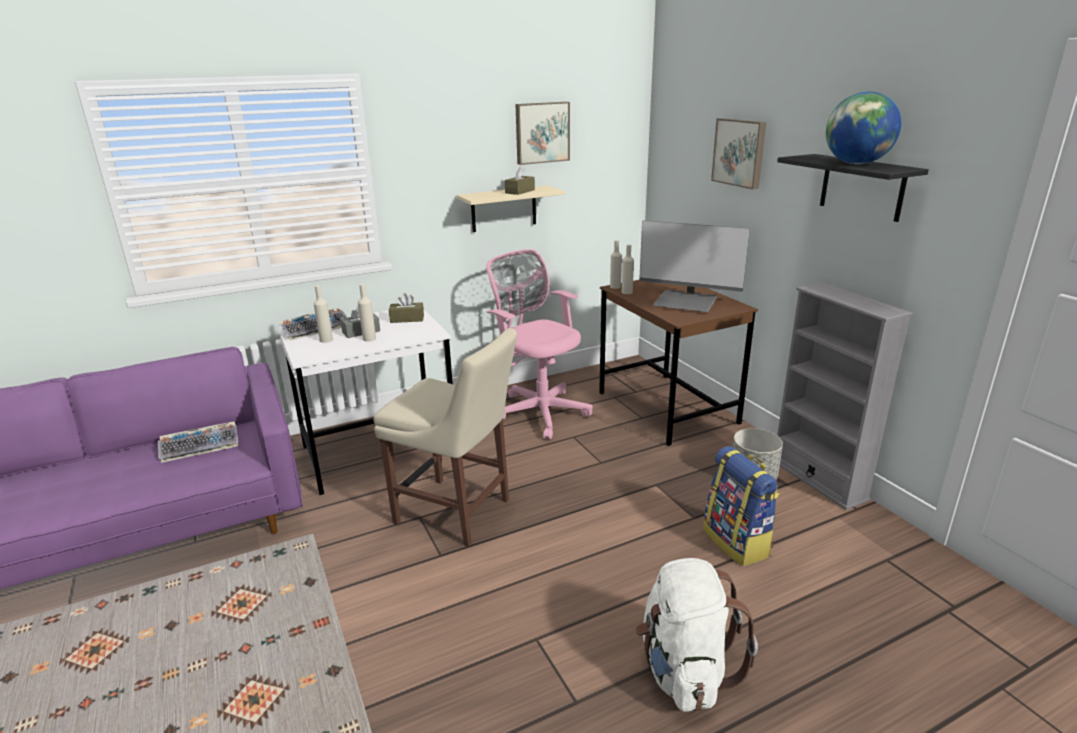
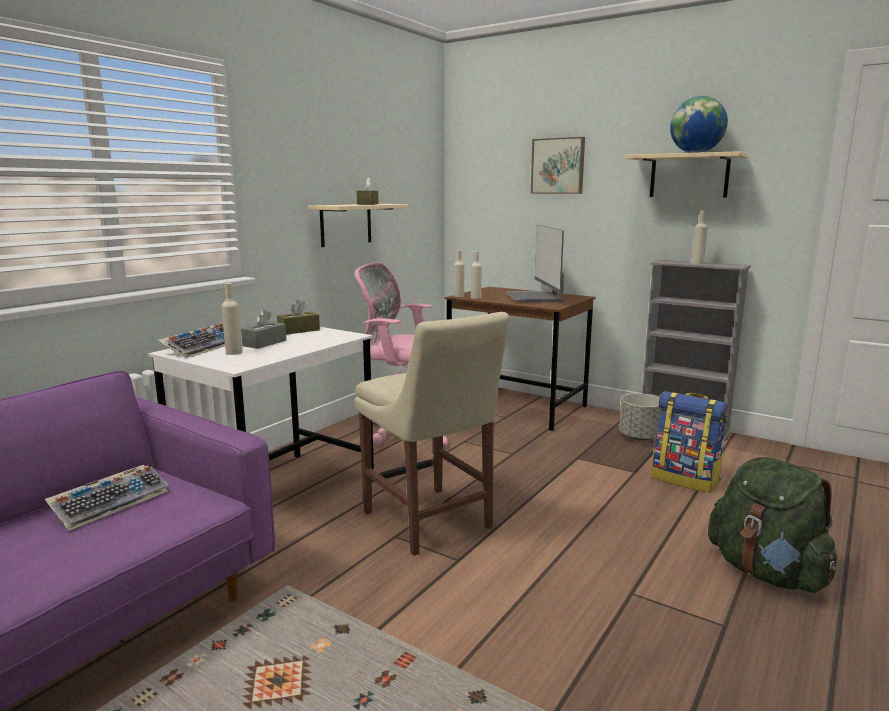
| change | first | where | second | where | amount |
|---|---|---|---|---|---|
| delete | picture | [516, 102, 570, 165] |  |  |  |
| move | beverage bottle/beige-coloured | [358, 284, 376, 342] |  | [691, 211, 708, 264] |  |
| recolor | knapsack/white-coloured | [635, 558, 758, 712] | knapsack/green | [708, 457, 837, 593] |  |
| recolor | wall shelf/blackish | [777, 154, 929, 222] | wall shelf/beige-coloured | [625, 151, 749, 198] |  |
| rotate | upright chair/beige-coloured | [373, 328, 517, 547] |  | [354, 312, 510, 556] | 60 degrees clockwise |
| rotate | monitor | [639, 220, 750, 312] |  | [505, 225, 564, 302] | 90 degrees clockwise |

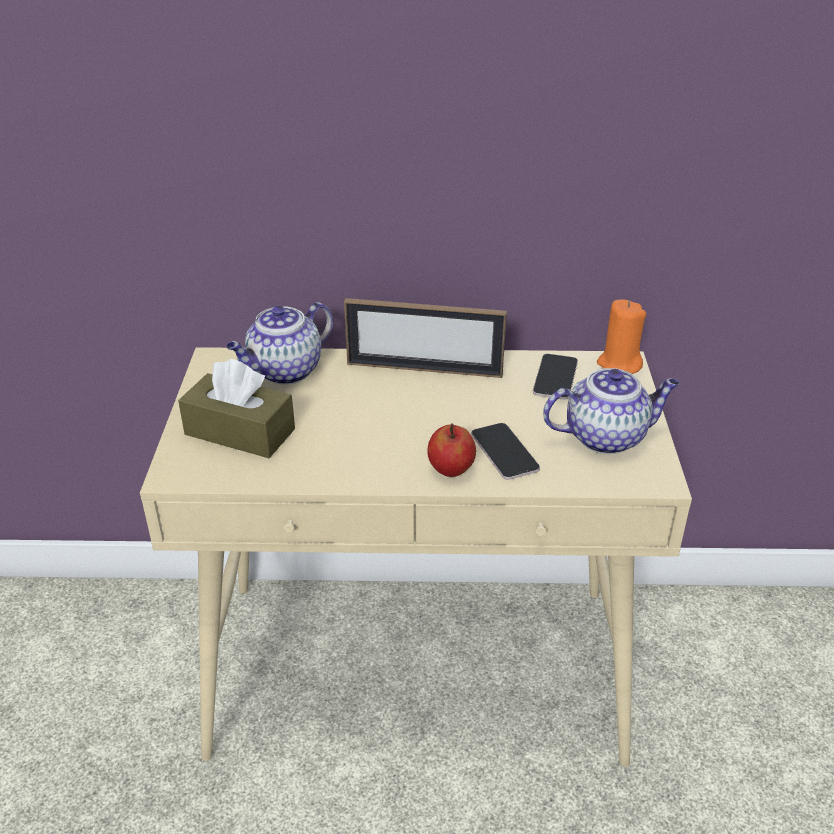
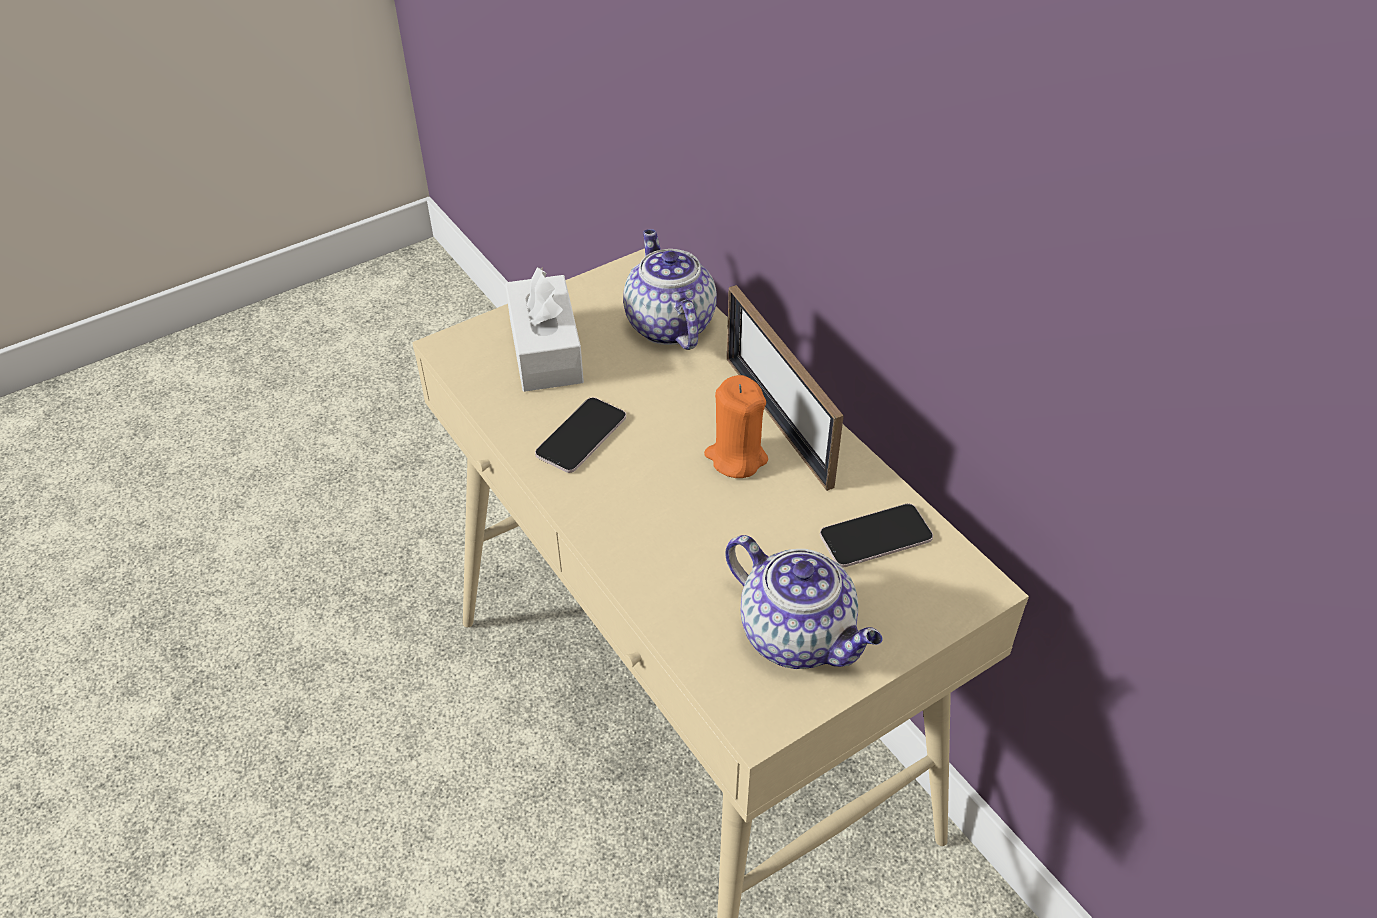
| change | first | where | second | where | amount |
|---|---|---|---|---|---|
| delete | apple | [427, 423, 476, 477] |  |  |  |
| move | handset | [471, 423, 540, 480] |  | [535, 397, 626, 473] |  |
| move | wax candle/orangey | [597, 300, 646, 374] |  | [704, 375, 768, 478] |  |
| recolor | tissue holder/brown | [178, 359, 295, 458] | tissue holder/white-coloured | [505, 267, 584, 392] |  |
| rotate | teapot | [226, 302, 333, 385] |  | [623, 229, 717, 350] | 60 degrees clockwise |

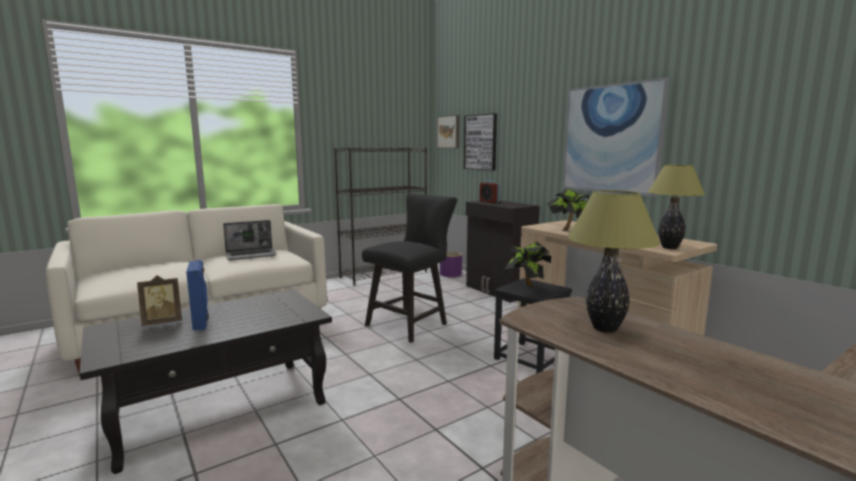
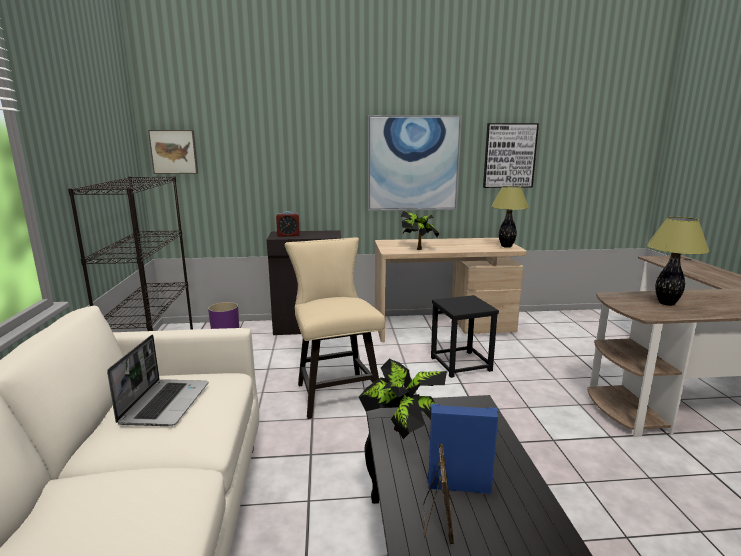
| change | first | where | second | where | amount |
|---|---|---|---|---|---|
| move | picture | [464, 113, 497, 171] |  | [483, 123, 539, 188] |  |
| move | potted plant | [504, 241, 551, 286] |  | [359, 359, 447, 439] |  |
| recolor | upright chair/blackish | [362, 193, 457, 343] | upright chair/beige-coloured | [285, 237, 385, 419] |  |

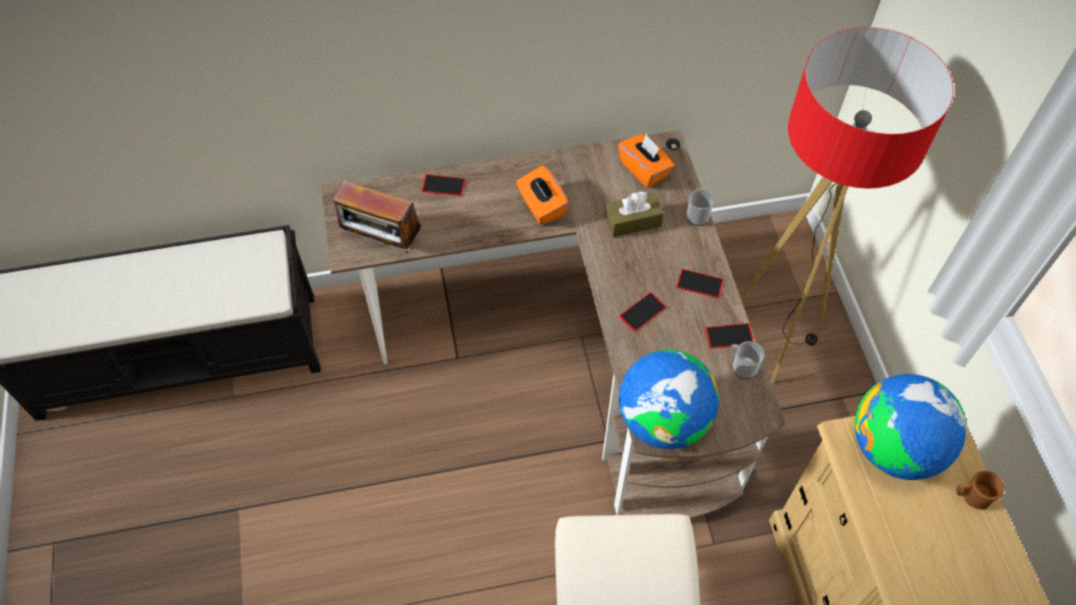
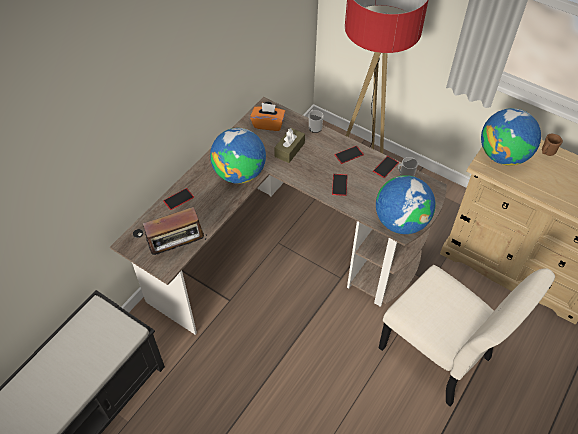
| change | first | where | second | where | amount |
|---|---|---|---|---|---|
| replace | tissue holder/orangey | [516, 165, 569, 225] | world globe | [210, 128, 266, 184] |  |

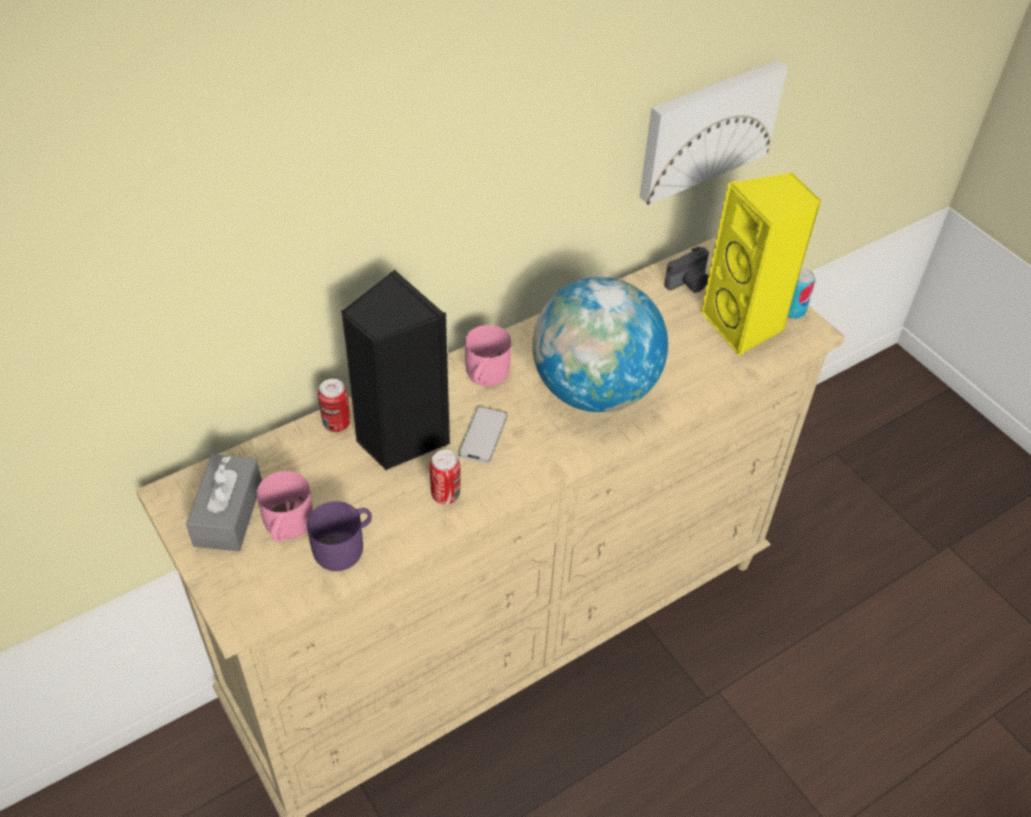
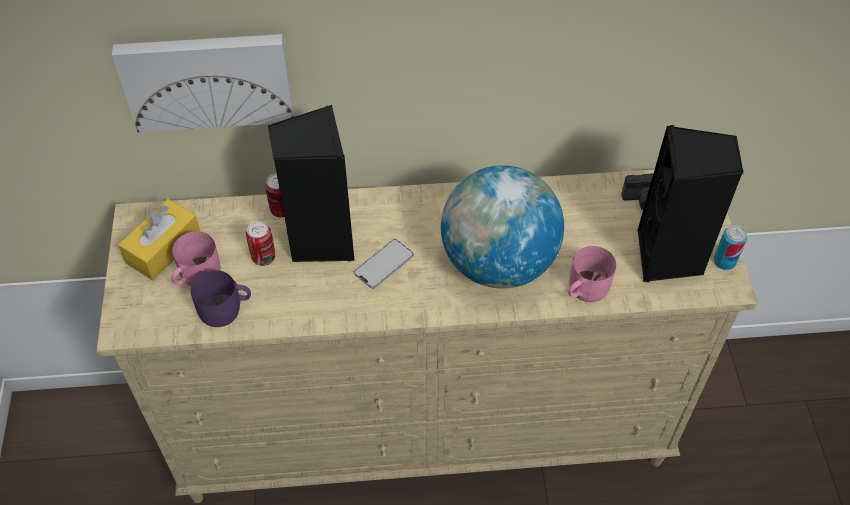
| change | first | where | second | where | amount |
|---|---|---|---|---|---|
| move | sealed can | [430, 450, 460, 505] |  | [246, 221, 275, 266] |  |
| move | coffee mug/pink-coloured | [465, 325, 511, 386] |  | [568, 246, 616, 302] |  |
| move | picture | [640, 60, 788, 205] |  | [112, 34, 294, 133] |  |
| recolor | tissue holder/greyish | [186, 454, 262, 551] | tissue holder/yellow-coloured | [118, 199, 201, 280] |  |
| recolor | speaker/yellow-coloured | [701, 172, 821, 355] | speaker/blackish | [637, 125, 744, 282] |  |

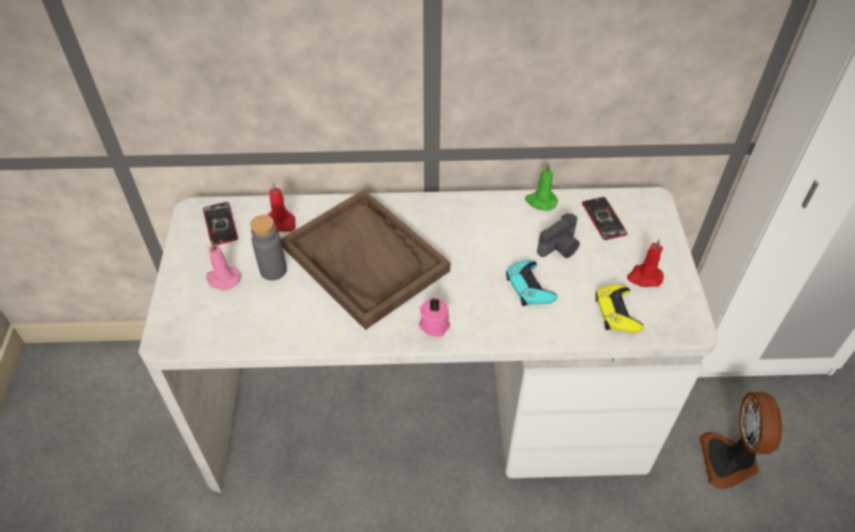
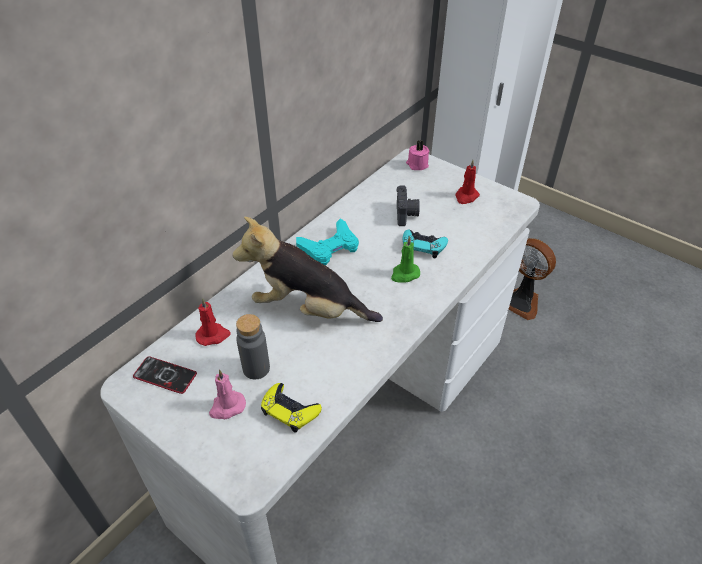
| change | first | where | second | where | amount |
|---|---|---|---|---|---|
| delete | handset | [582, 197, 628, 240] |  |  |  |
| insert |  |  | joypad/blue-green | [296, 219, 359, 265] |  |
| move | wax candle/pink-coloured | [419, 297, 450, 337] |  | [406, 140, 429, 170] |  |
| move | wax candle/green | [525, 162, 558, 211] |  | [391, 236, 420, 283] |  |
| move | joypad/yellow-coloured | [596, 285, 644, 333] |  | [261, 383, 322, 433] |  |
| replace | serving tray/brown | [281, 189, 450, 330] | cuddly toy | [233, 217, 383, 322] |  |

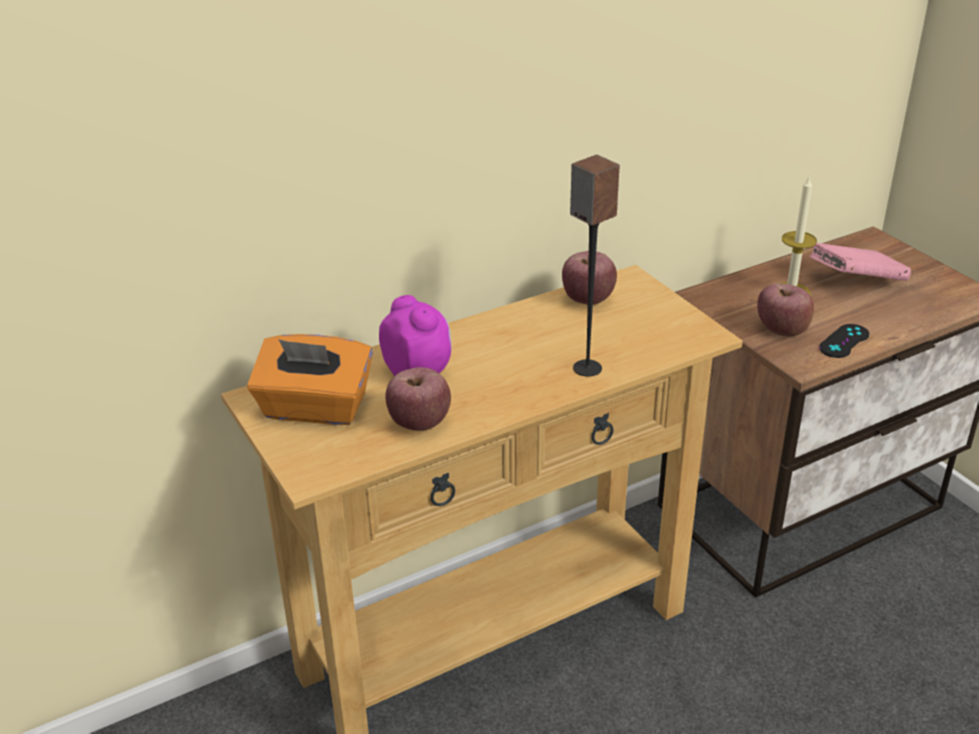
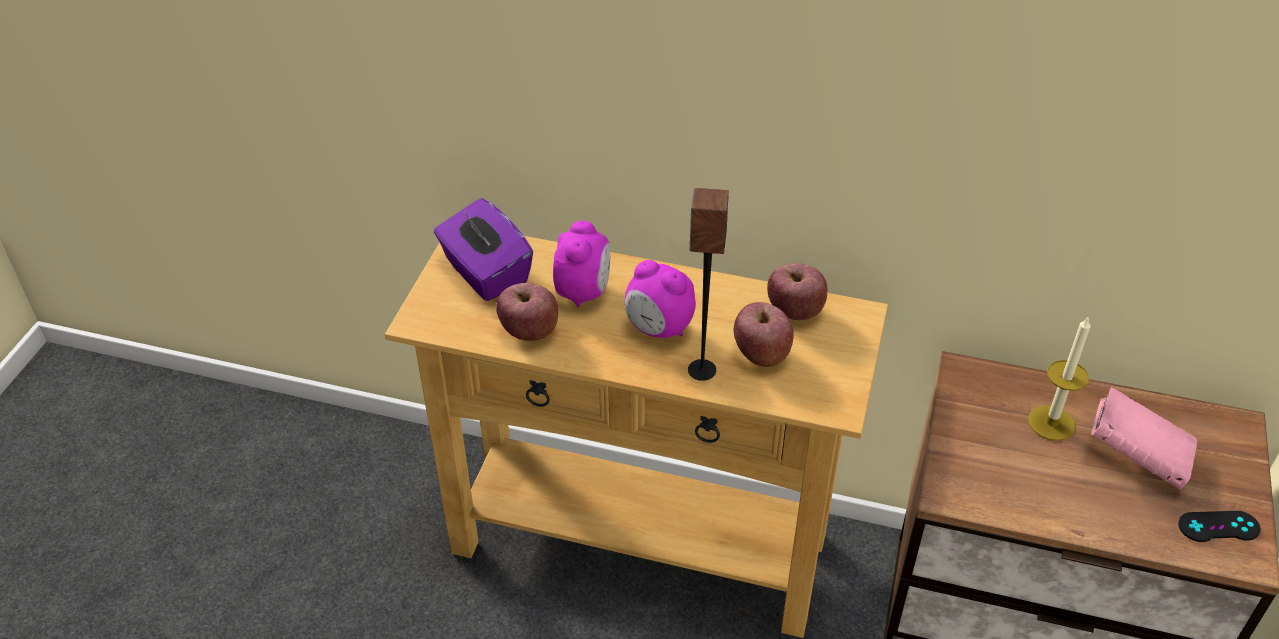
| change | first | where | second | where | amount |
|---|---|---|---|---|---|
| insert |  |  | alarm clock | [625, 260, 696, 338] |  |
| move | apple | [757, 284, 814, 337] |  | [734, 302, 794, 367] |  |
| move | joypad/blackish | [819, 324, 869, 358] |  | [1178, 511, 1261, 542] |  |
| recolor | tissue holder/orangey | [247, 334, 373, 425] | tissue holder/purple | [434, 198, 533, 301] |  |

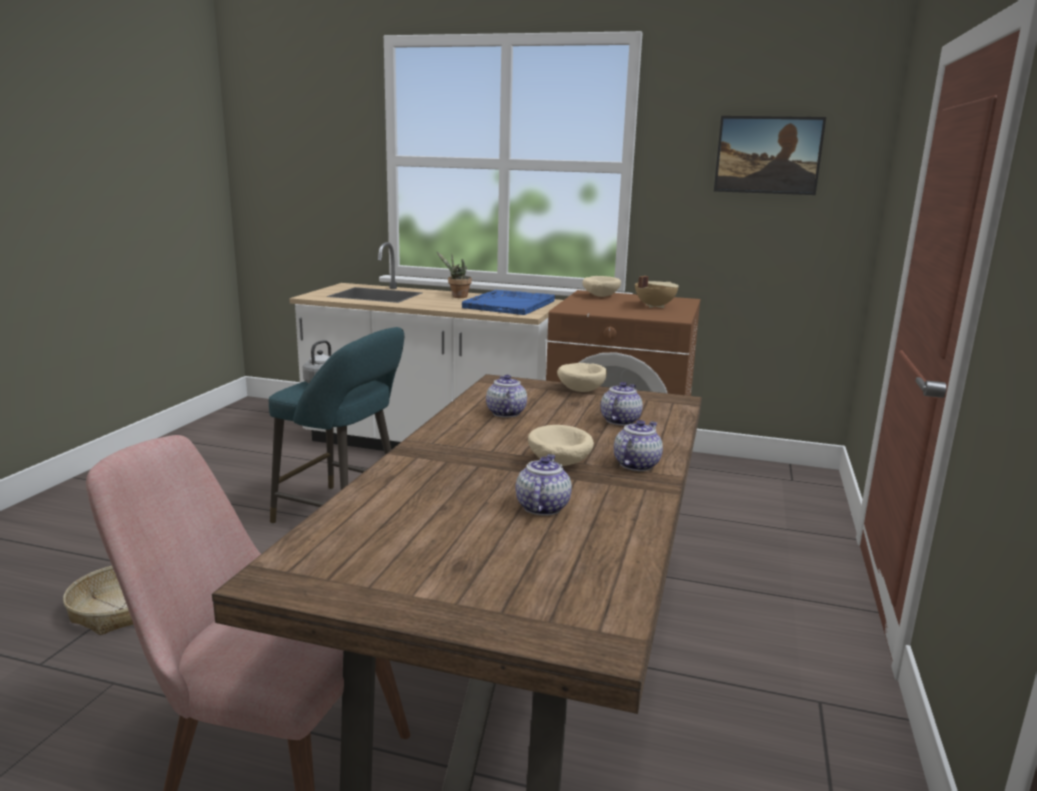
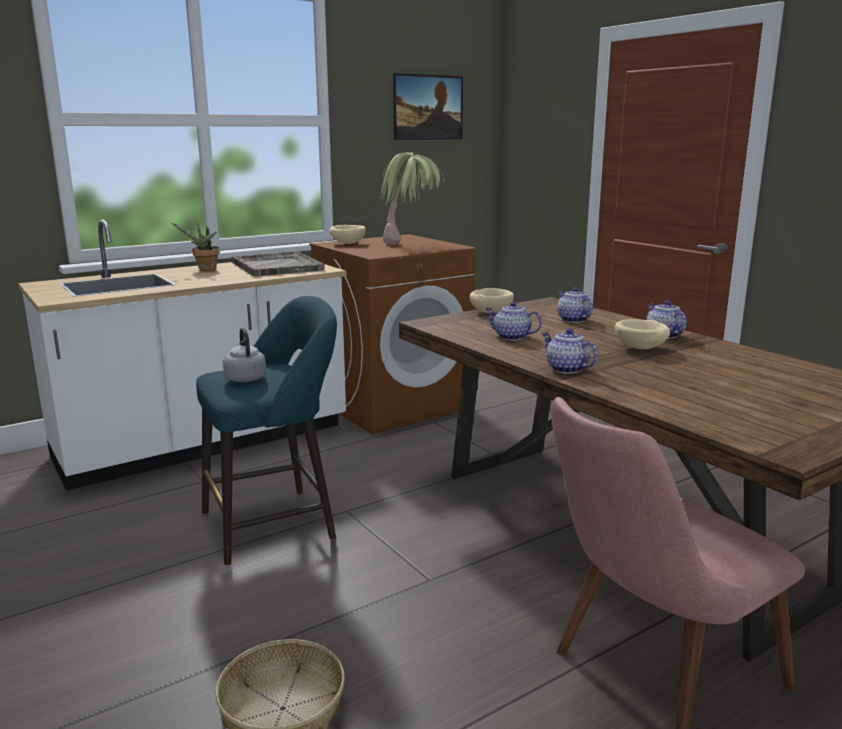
| change | first | where | second | where | amount |
|---|---|---|---|---|---|
| move | teapot | [515, 454, 572, 516] |  | [542, 328, 598, 374] |  |
| replace | stockpot/beige-coloured | [635, 276, 679, 308] | potted plant | [380, 153, 444, 245] |  |
| recolor | serving tray/blue | [462, 290, 555, 315] | serving tray/greyish | [231, 251, 324, 276] |  |

